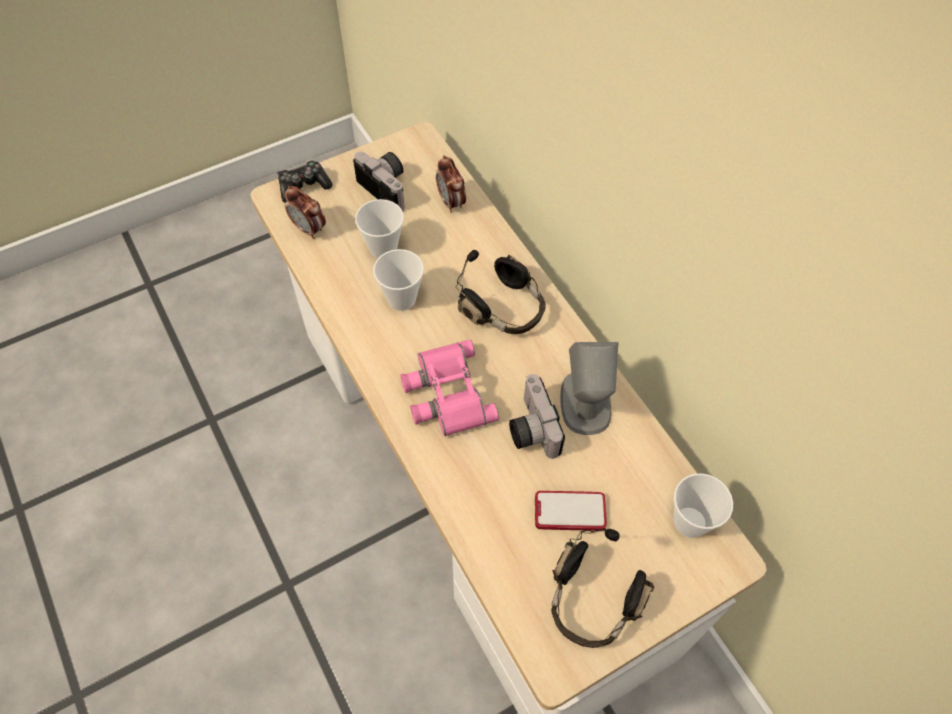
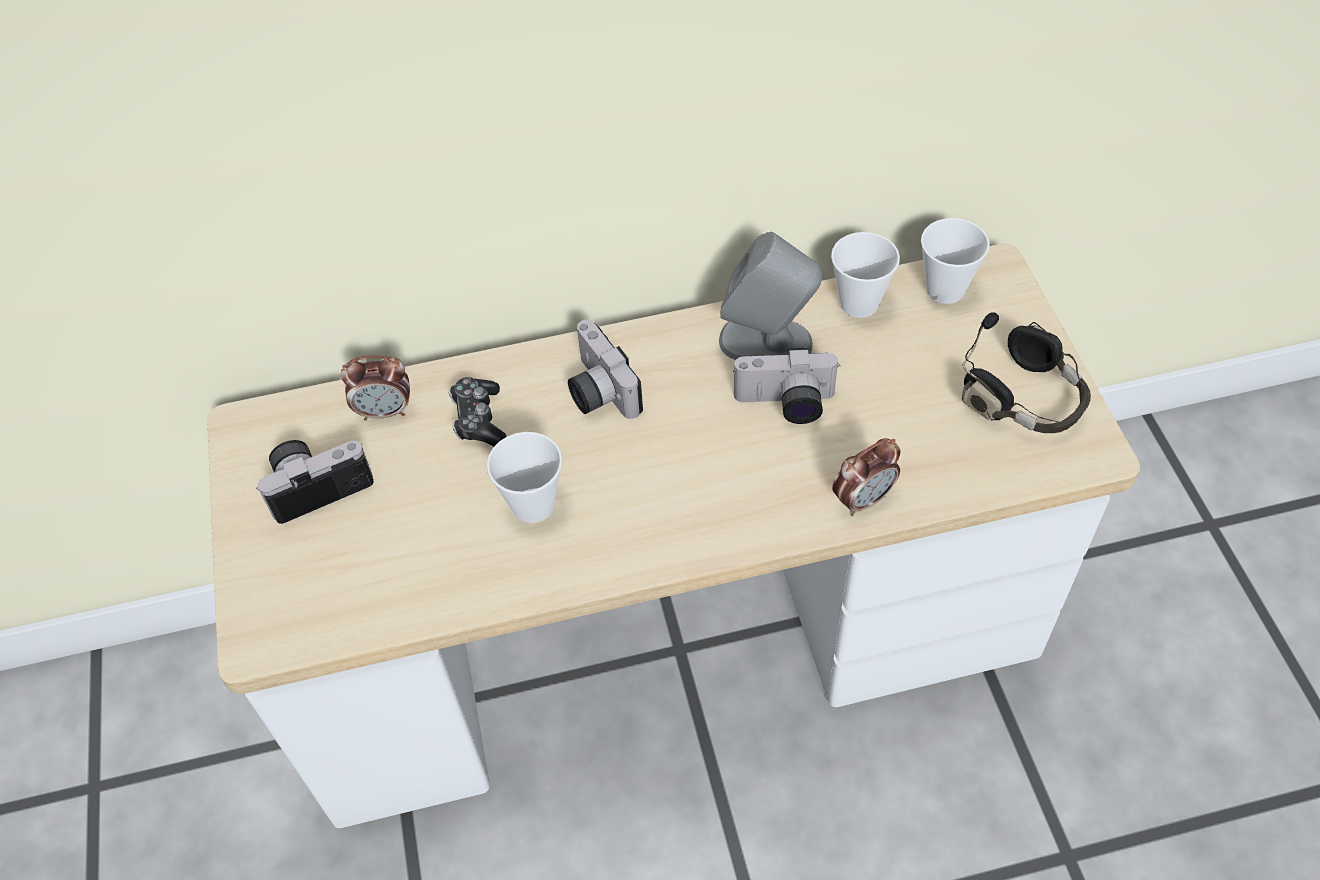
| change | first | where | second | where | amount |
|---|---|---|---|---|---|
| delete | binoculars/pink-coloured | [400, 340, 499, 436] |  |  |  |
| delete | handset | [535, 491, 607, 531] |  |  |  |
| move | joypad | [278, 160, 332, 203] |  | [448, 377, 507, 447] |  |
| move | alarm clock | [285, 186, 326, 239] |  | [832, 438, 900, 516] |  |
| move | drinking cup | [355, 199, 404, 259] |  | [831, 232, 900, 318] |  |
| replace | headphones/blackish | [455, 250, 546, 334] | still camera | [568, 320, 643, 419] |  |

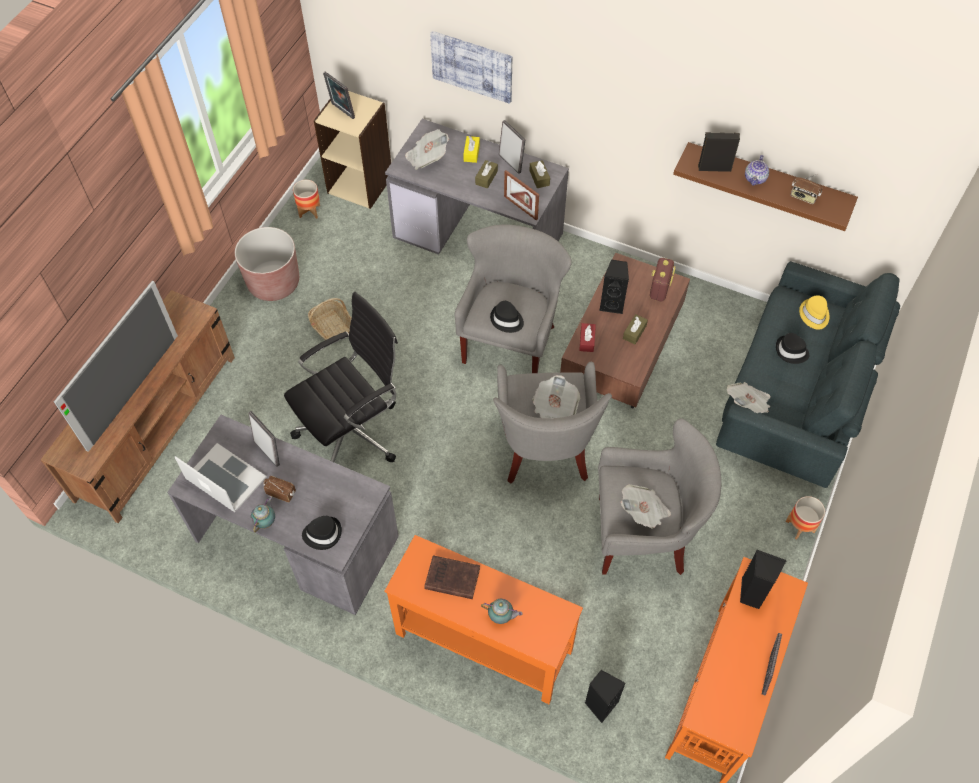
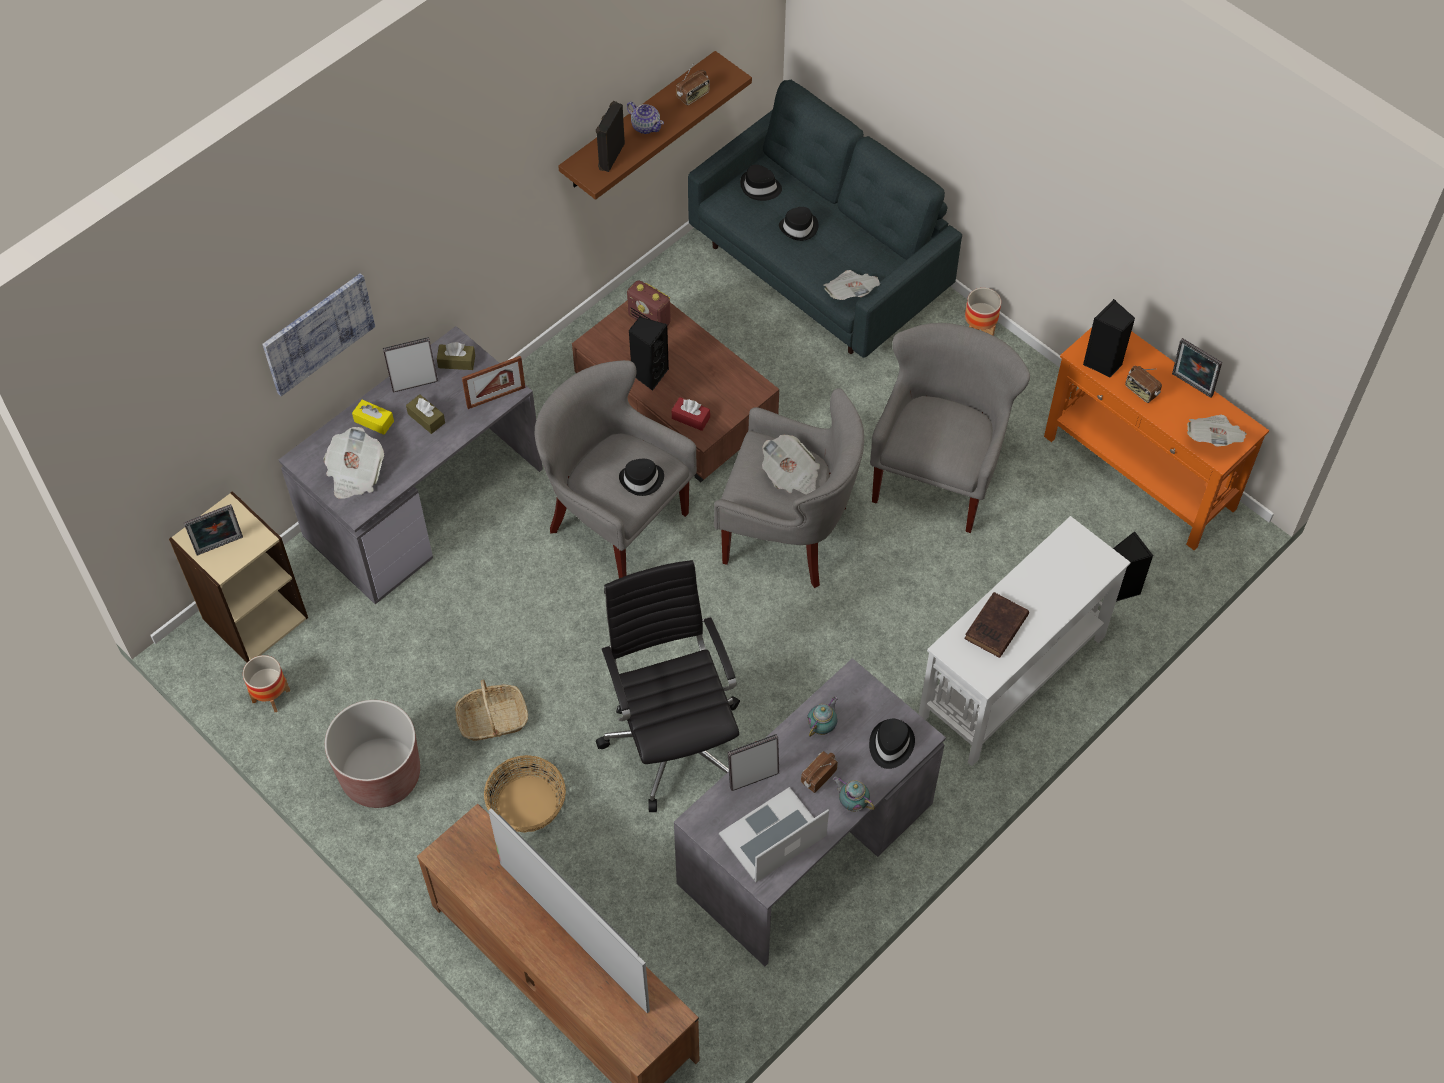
| change | first | where | second | where | amount |
|---|---|---|---|---|---|
| delete | tissue holder/brown | [623, 314, 648, 344] |  |  |  |
| insert |  |  | basket | [484, 755, 566, 833] |  |
| insert |  |  | radio set | [1125, 366, 1162, 403] |  |
| move | teapot | [481, 599, 522, 624] |  | [807, 696, 838, 737] |  |
| move | daily paper | [620, 484, 671, 529] |  | [1187, 415, 1247, 446] |  |
| recolor | console table/orangey | [385, 535, 583, 704] | console table/white-coloured | [919, 516, 1131, 766] |  |
| recolor | wearable hat/yellow-coloured | [799, 296, 829, 330] | wearable hat/blackish | [740, 164, 782, 201] |  |

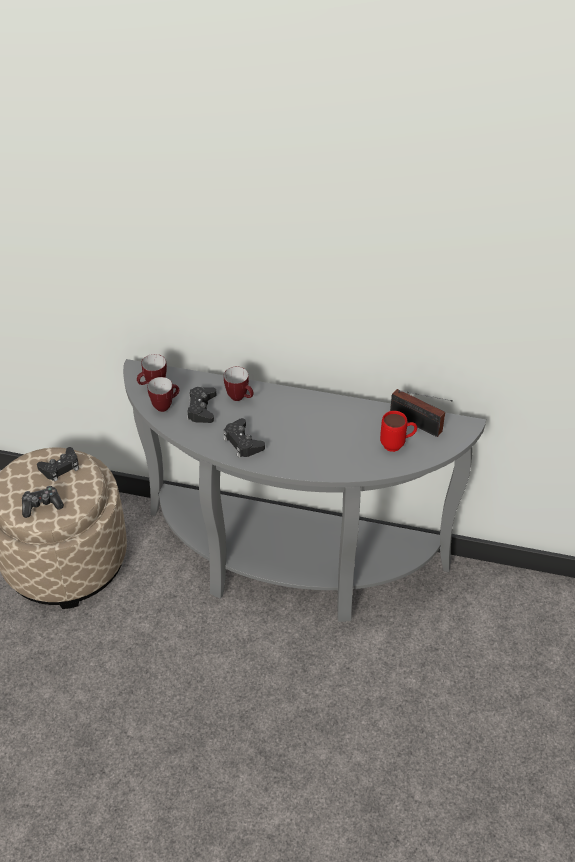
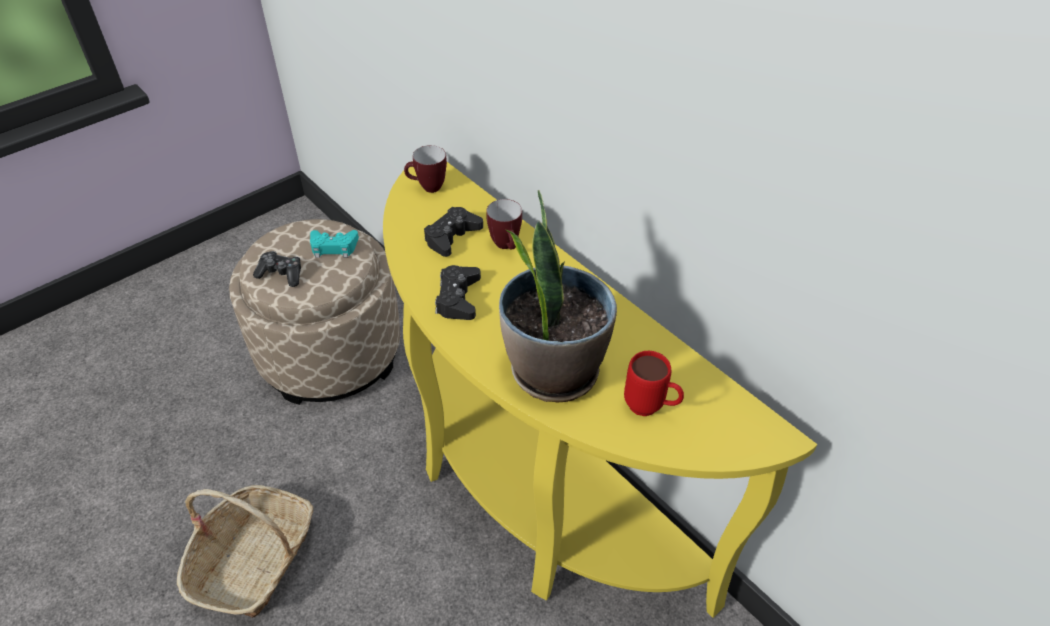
| change | first | where | second | where | amount |
|---|---|---|---|---|---|
| delete | coffee mug | [147, 377, 179, 412] |  |  |  |
| delete | radio set | [390, 389, 453, 437] |  |  |  |
| insert |  |  | basket | [177, 485, 313, 617] |  |
| insert |  |  | potted plant | [499, 190, 617, 403] |  |
| recolor | joypad/blackish | [37, 447, 79, 482] | joypad/blue-green | [310, 230, 359, 258] |  |
| recolor | console table/greyish | [123, 359, 486, 622] | console table/yellow-coloured | [383, 161, 818, 618] |  |

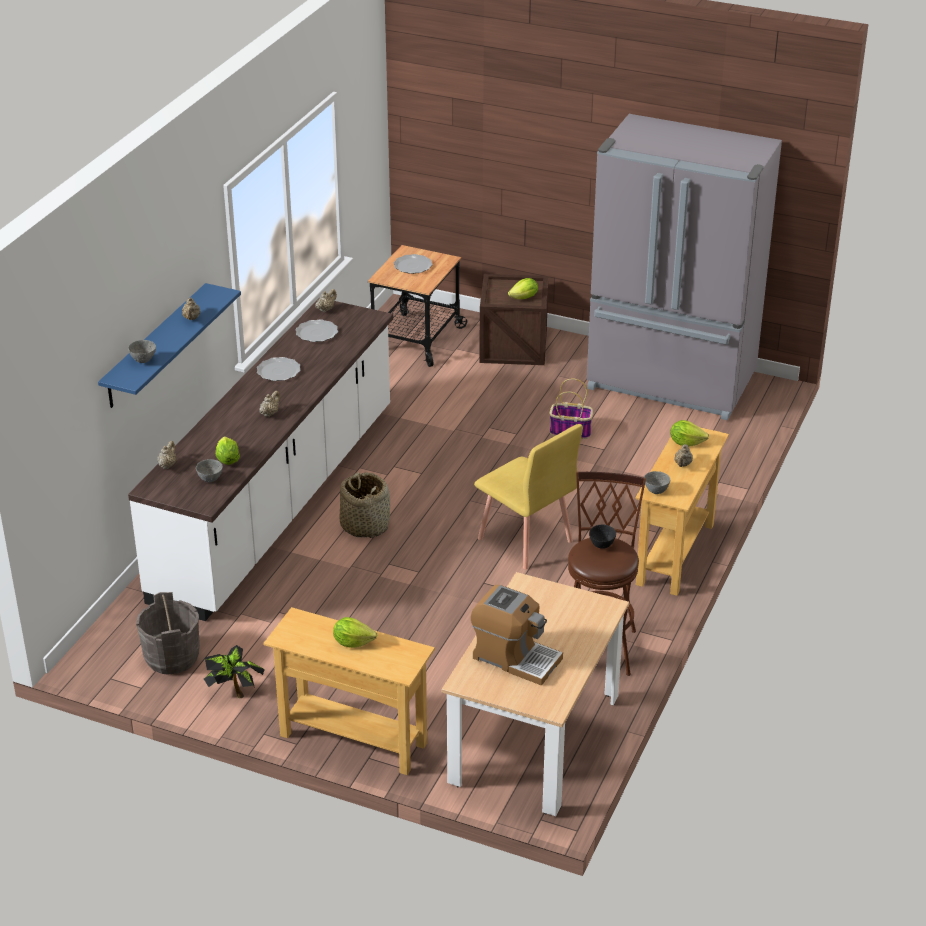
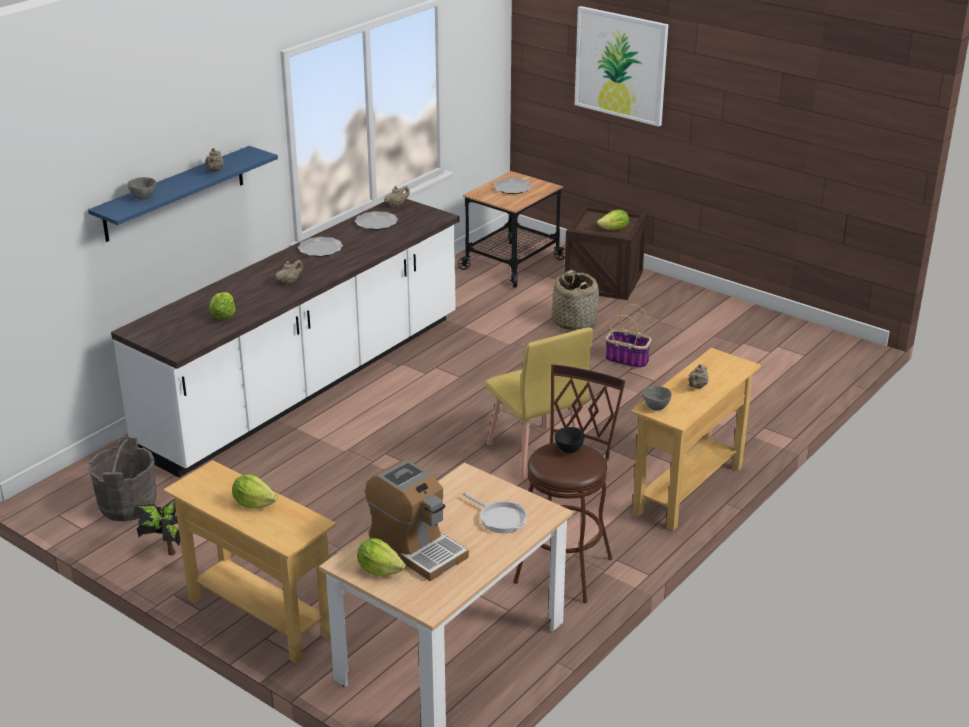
| change | first | where | second | where | amount |
|---|---|---|---|---|---|
| delete | teapot/beige-coloured | [157, 441, 176, 469] |  |  |  |
| delete | deep dish/greyish | [196, 459, 223, 483] |  |  |  |
| delete | refrigerator/greyish | [587, 114, 782, 420] |  |  |  |
| insert |  |  | pan | [462, 493, 527, 533] |  |
| insert |  |  | picture | [575, 6, 668, 127] |  |
| move | basket | [339, 472, 390, 538] |  | [551, 270, 599, 330] |  |
| move | lettuce head | [670, 420, 709, 446] |  | [357, 538, 406, 576] |  |

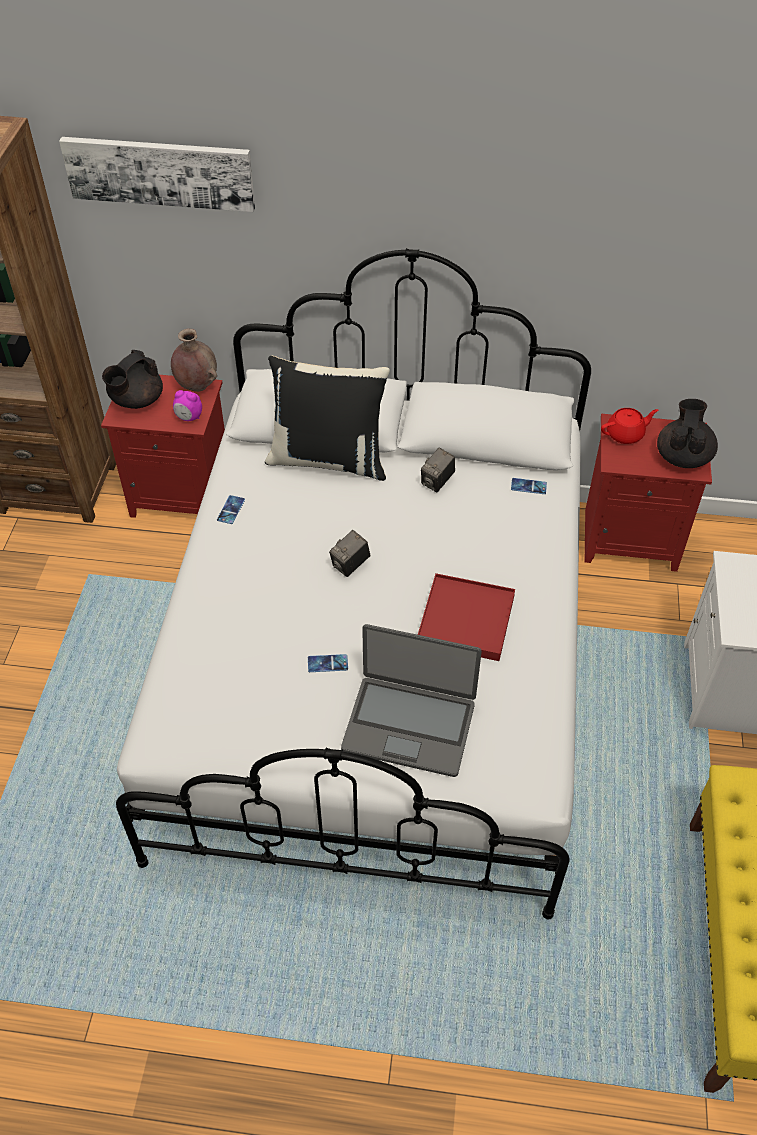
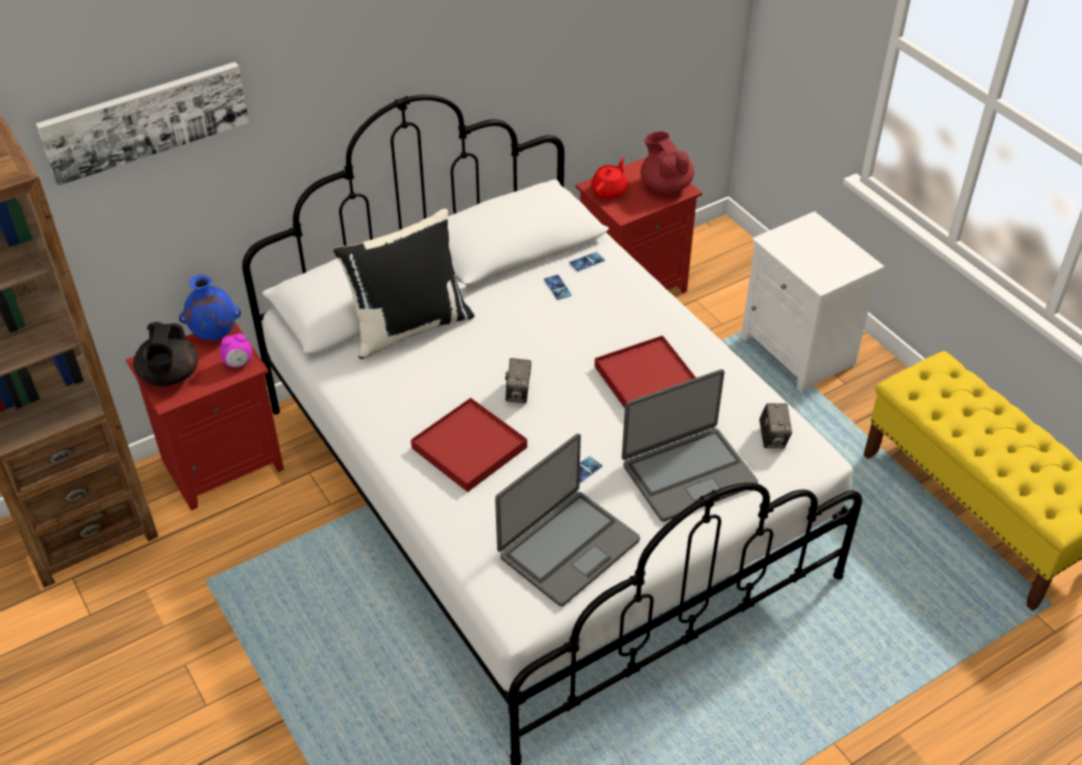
| change | first | where | second | where | amount |
|---|---|---|---|---|---|
| insert |  |  | serving tray/reddish | [411, 398, 527, 492] |  |
| insert |  |  | notebook computer | [495, 433, 640, 607] |  |
| move | handset | [217, 495, 245, 524] |  | [544, 275, 572, 300] |  |
| move | still camera | [421, 448, 455, 492] |  | [759, 403, 792, 448] |  |
| recolor | vase/brown | [171, 328, 217, 392] | vase/blue | [179, 274, 241, 340] |  |
| recolor | teapot/blackish | [657, 399, 718, 468] | teapot/reddish | [640, 131, 694, 193] |  |

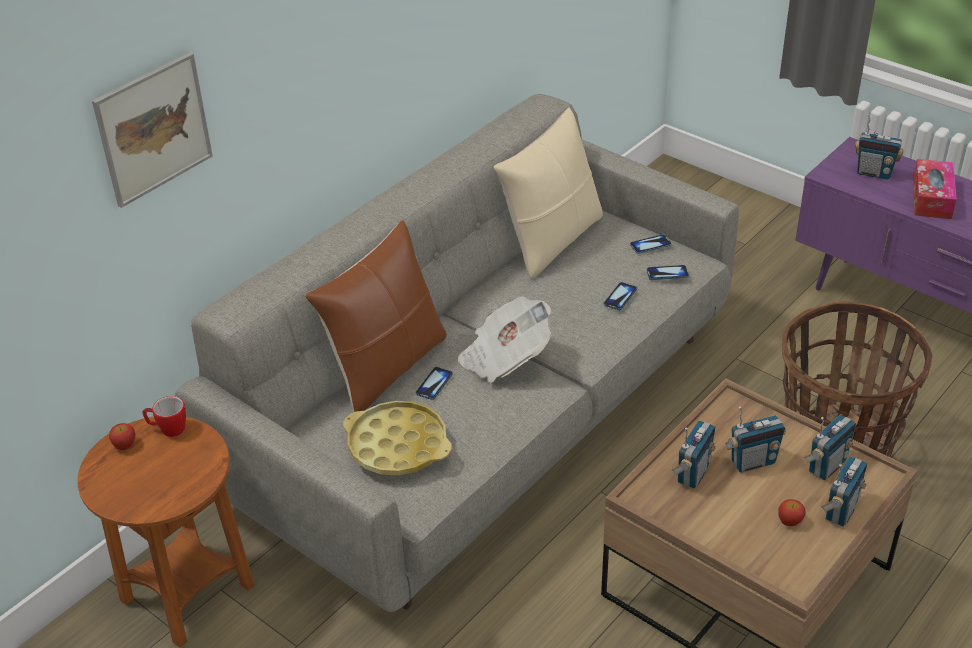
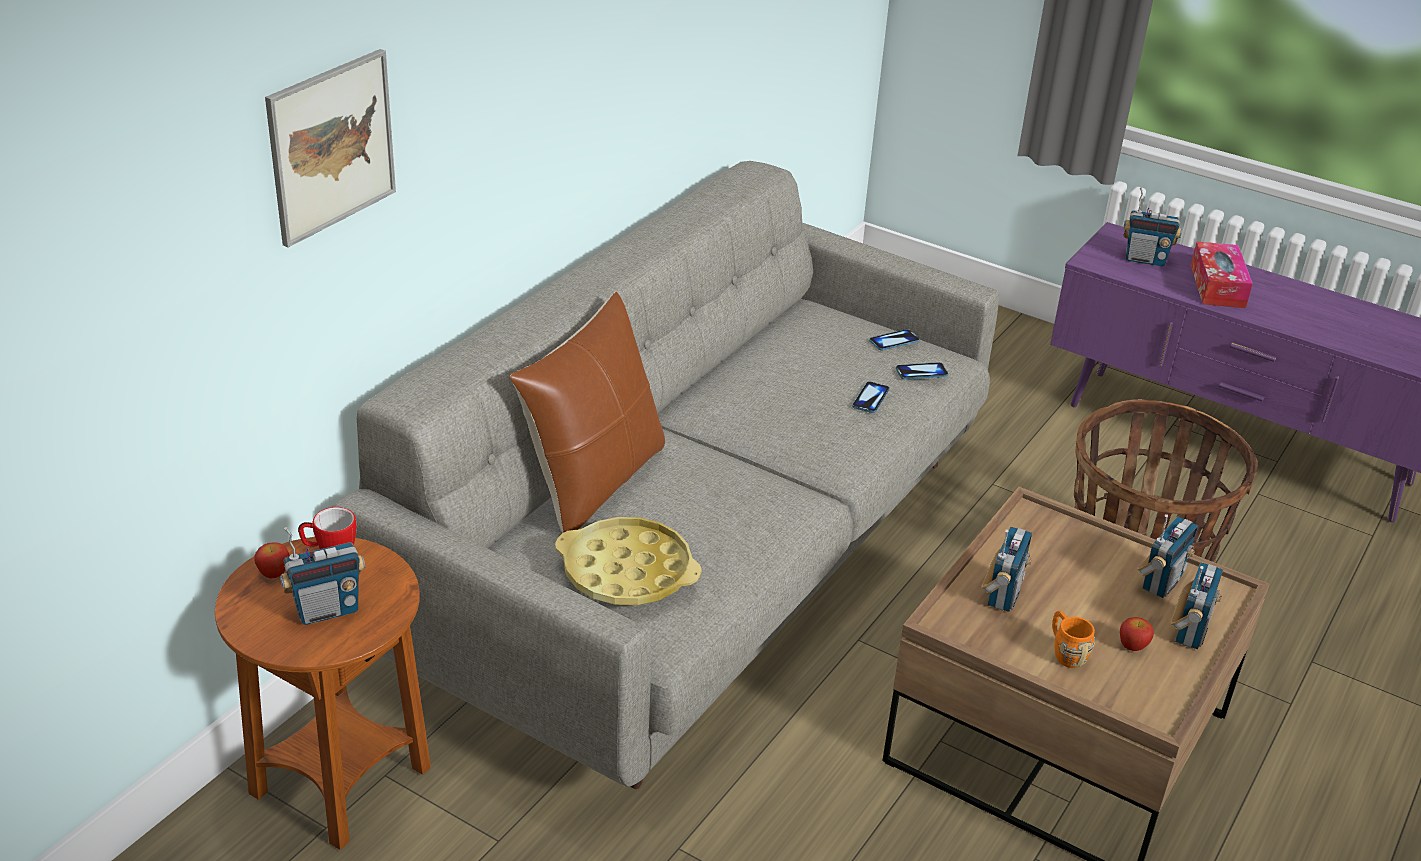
| change | first | where | second | where | amount |
|---|---|---|---|---|---|
| delete | handset | [416, 367, 453, 400] |  |  |  |
| delete | daily paper | [458, 296, 552, 383] |  |  |  |
| delete | cushion/beige-coloured | [494, 108, 603, 279] |  |  |  |
| insert |  |  | coffee mug/orangey | [1052, 611, 1095, 668] |  |
| move | radio set | [725, 406, 786, 473] |  | [280, 527, 365, 625] |  |

